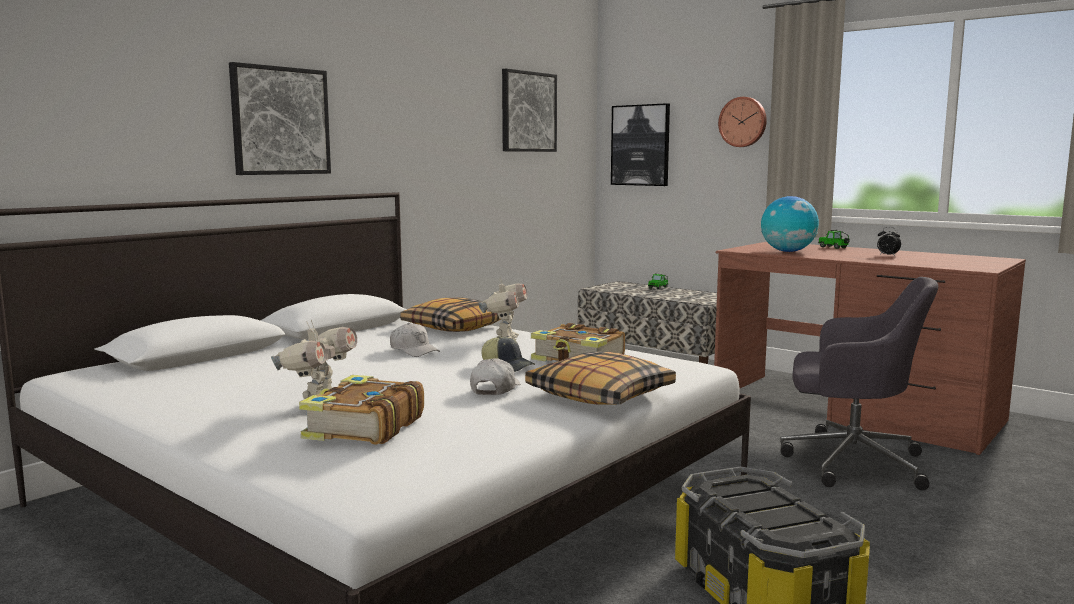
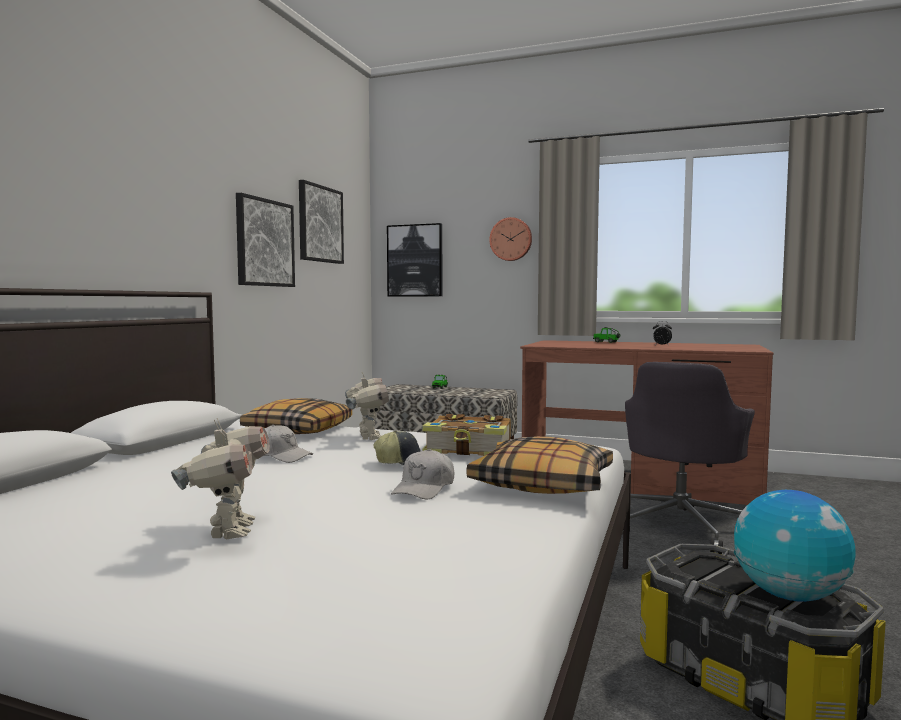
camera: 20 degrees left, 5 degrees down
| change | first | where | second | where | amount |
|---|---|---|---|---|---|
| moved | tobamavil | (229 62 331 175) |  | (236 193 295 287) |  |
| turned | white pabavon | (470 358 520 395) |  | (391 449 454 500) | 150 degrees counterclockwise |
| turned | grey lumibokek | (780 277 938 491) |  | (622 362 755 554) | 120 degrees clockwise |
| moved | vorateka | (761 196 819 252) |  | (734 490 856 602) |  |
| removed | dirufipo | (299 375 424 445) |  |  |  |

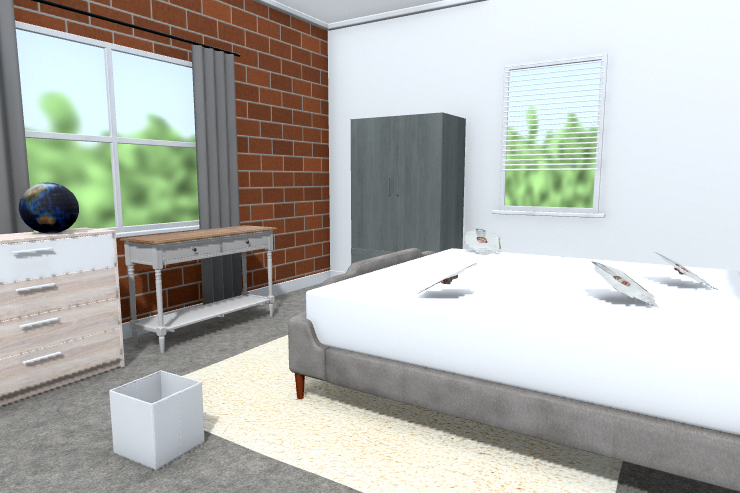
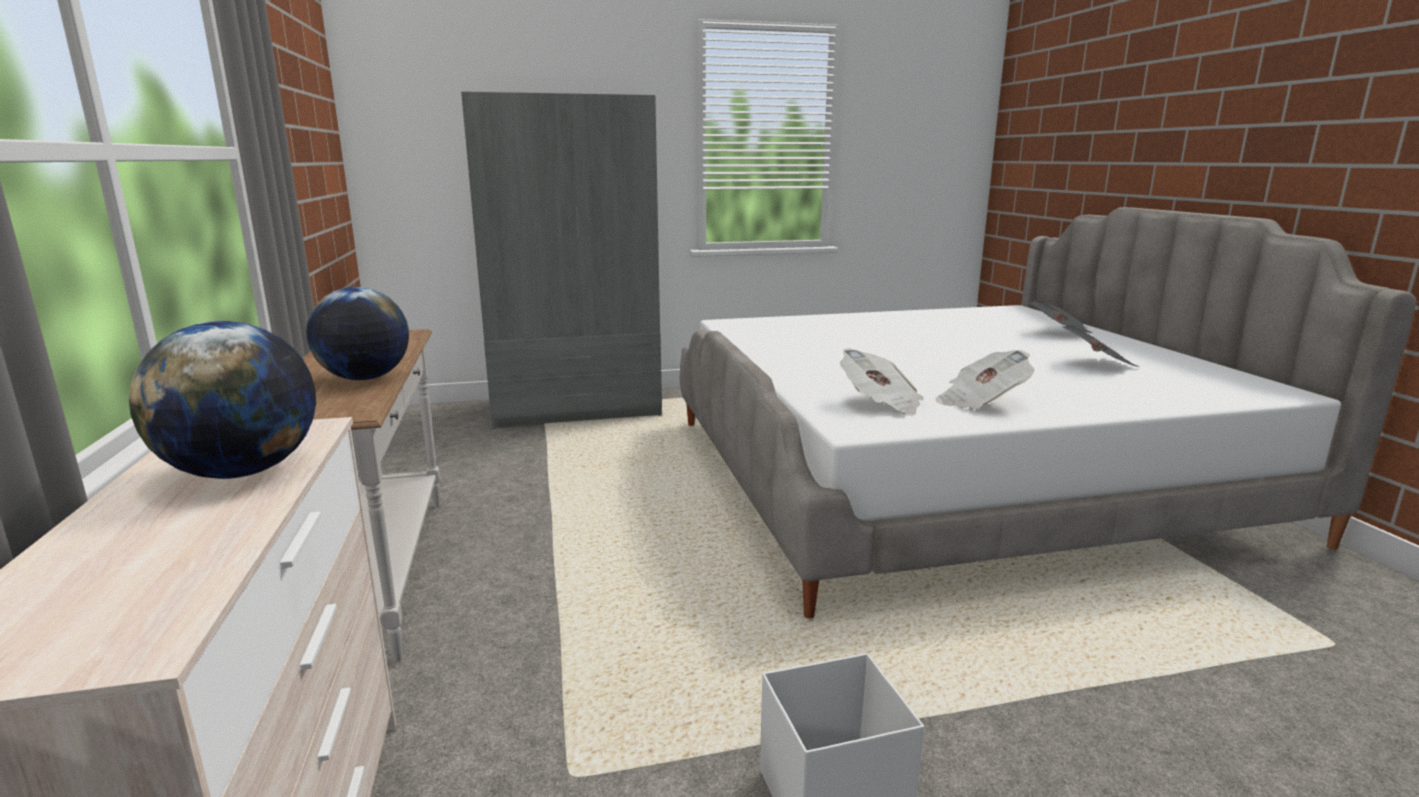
camera: 45 degrees left, 10 degrees up
| change | first | where | second | where | amount |
|---|---|---|---|---|---|
| added |  |  | vorateka | (306 287 409 380) |  |
| moved | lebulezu | (464 228 502 255) |  | (840 348 924 416) |  |

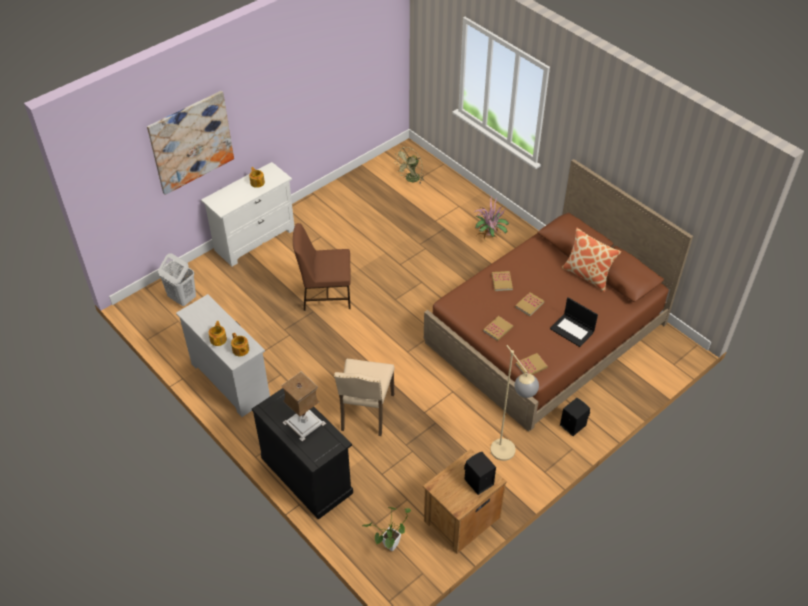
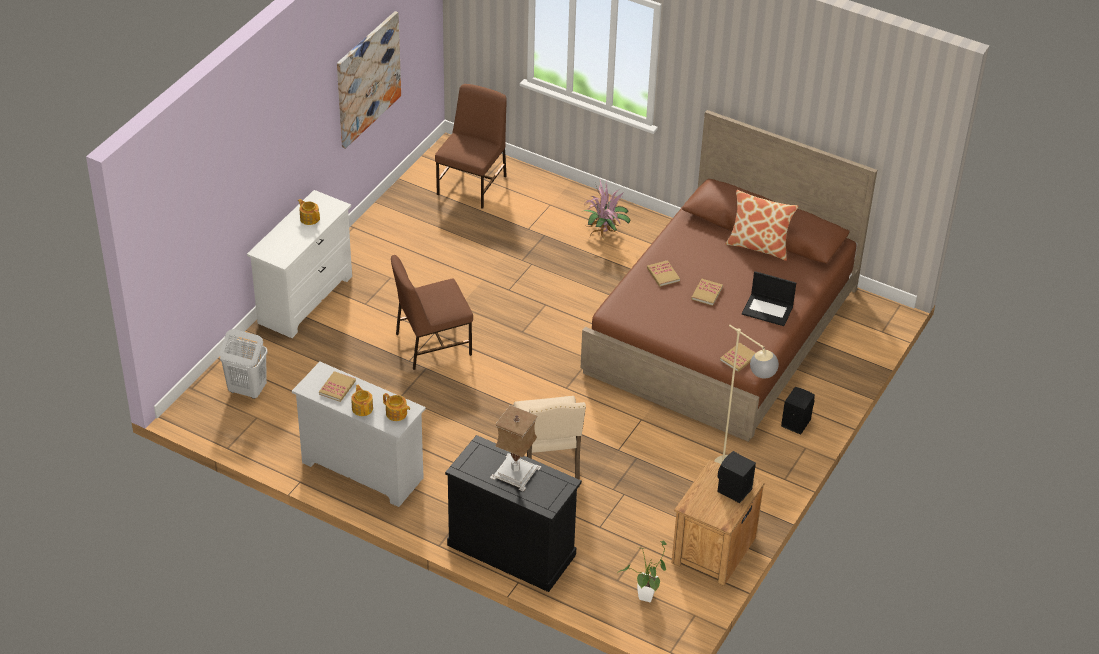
camera: 20 degrees left, 5 degrees down
| change | first | where | second | where | amount |
|---|---|---|---|---|---|
| moved | dirufipo | (483 316 513 341) |  | (319 371 356 402) |  |
| moved | tobamavil | (147 91 234 195) |  | (337 11 401 149) |  |
| replaced | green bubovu | (394 147 424 184) | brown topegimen | (435 84 507 209) |  |

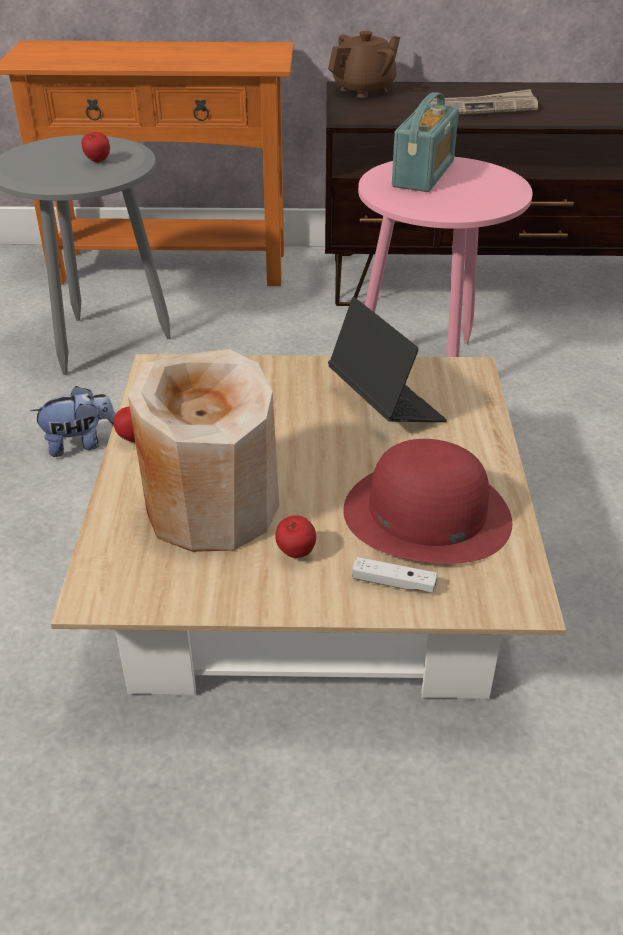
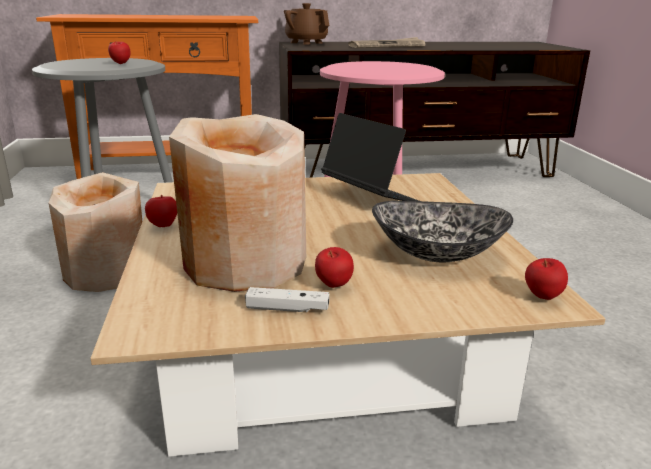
camera: 10 degrees left, 15 degrees down
| change | first | where | second | where | amount |
|---|---|---|---|---|---|
| replaced | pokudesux | (30 386 116 457) | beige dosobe | (49 172 142 292) |  |
| moved | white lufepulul | (352 557 438 593) |  | (245 287 329 312) |  |
| turned | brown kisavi | (328 31 400 98) |  | (284 3 329 45) | 90 degrees counterclockwise |
| replaced | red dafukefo | (343 439 512 564) | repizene | (372 201 513 262) |  |
| added |  |  | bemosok | (525 258 568 300) |  |
| removed | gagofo | (392 92 459 192) |  |  |  |

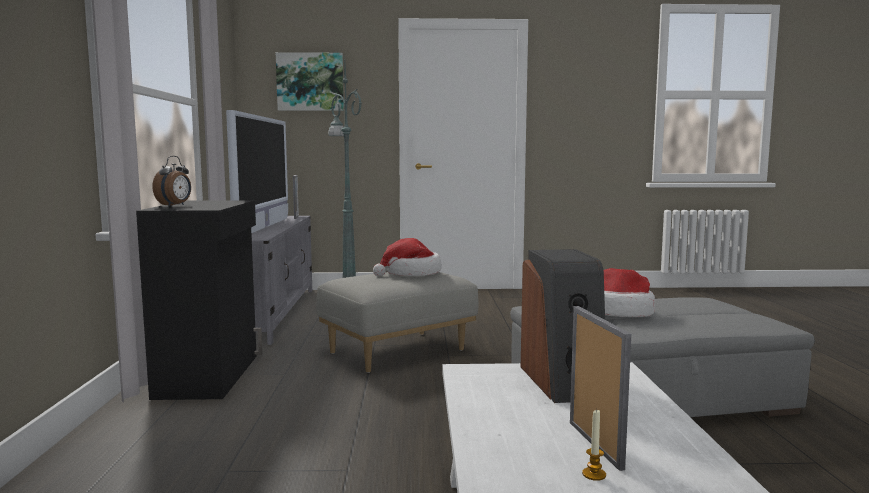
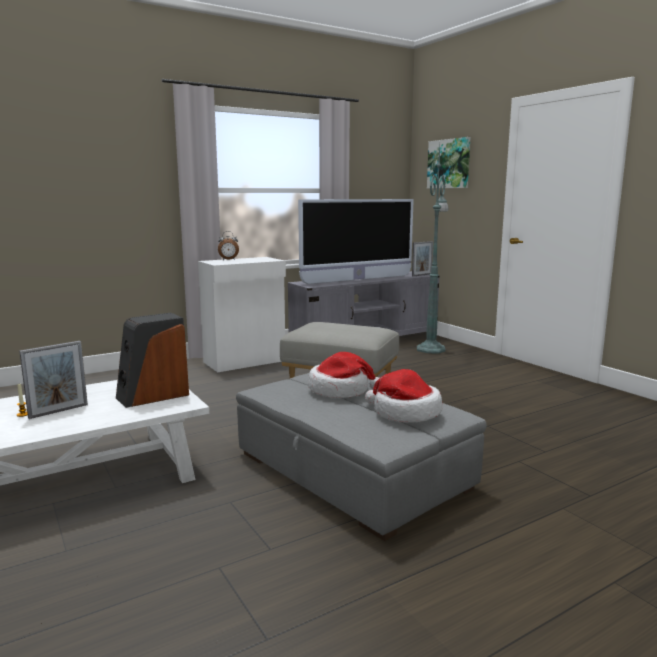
camera: 60 degrees right, 5 degrees up
| change | first | where | second | where | amount |
|---|---|---|---|---|---|
| recoloured | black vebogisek | (136 200 262 400) | white vebogisek | (198 257 286 372) |  |
| moved | dafukefo | (373 238 442 276) |  | (365 369 443 423) |  |

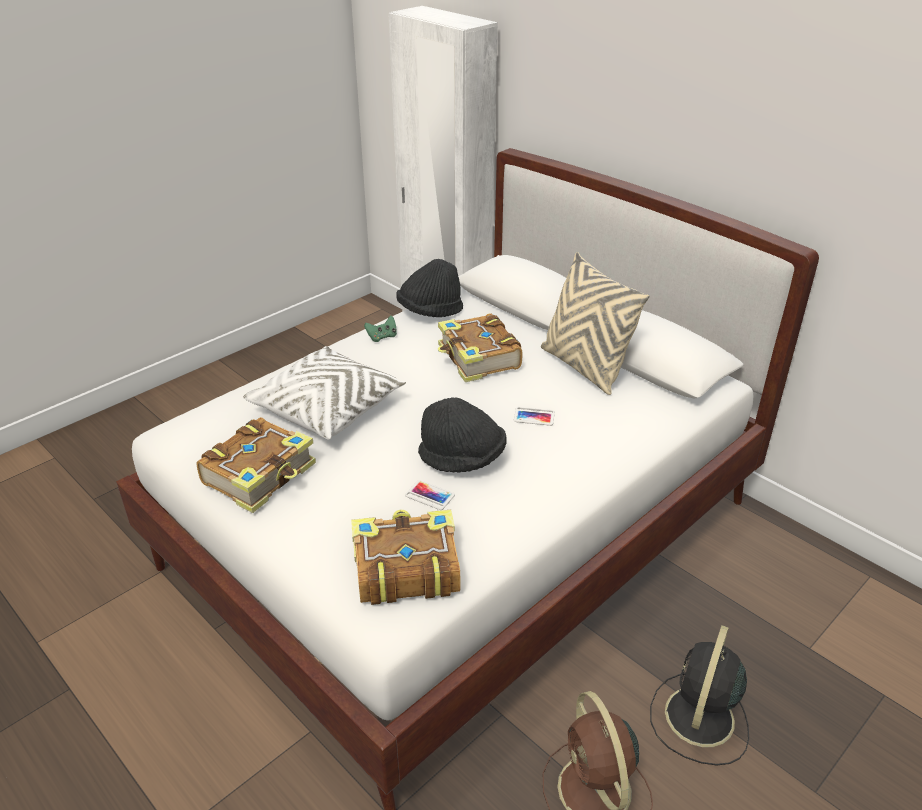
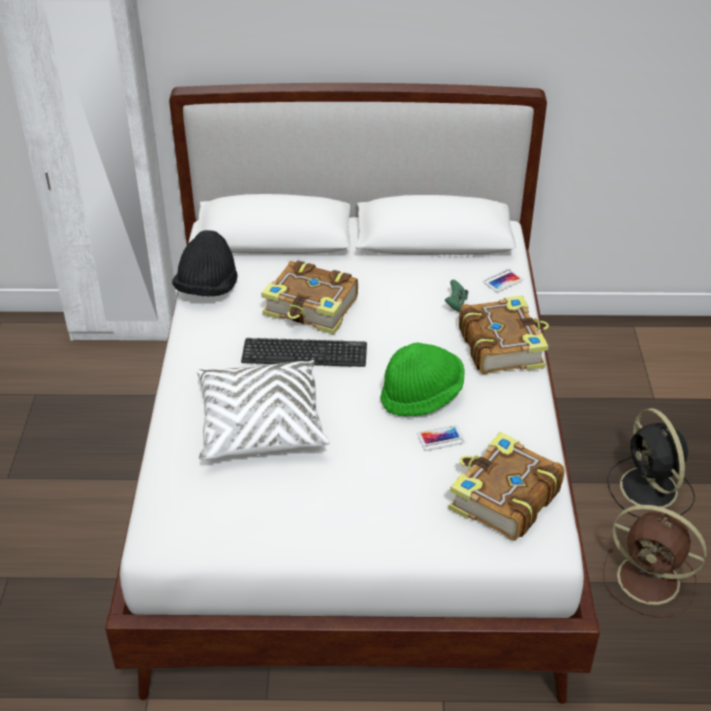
camera: 45 degrees left, 5 degrees up
| change | first | where | second | where | amount |
|---|---|---|---|---|---|
| added |  |  | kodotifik | (241 338 367 367) |  |
| recoloured | black dafukefo | (418 397 507 473) | green dafukefo | (380 343 465 417) |  |
| moved | green lufepulul | (364 316 397 342) |  | (445 280 468 312) |  |
| moved | dirufipo | (196 417 316 513) |  | (459 295 549 374) |  |
| moved | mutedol | (514 407 555 426) |  | (483 269 523 292) |  |
| removed | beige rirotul | (541 252 650 395) |  |  |  |

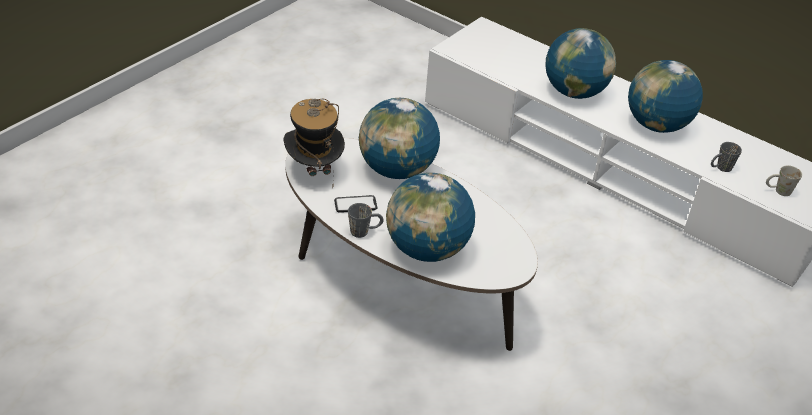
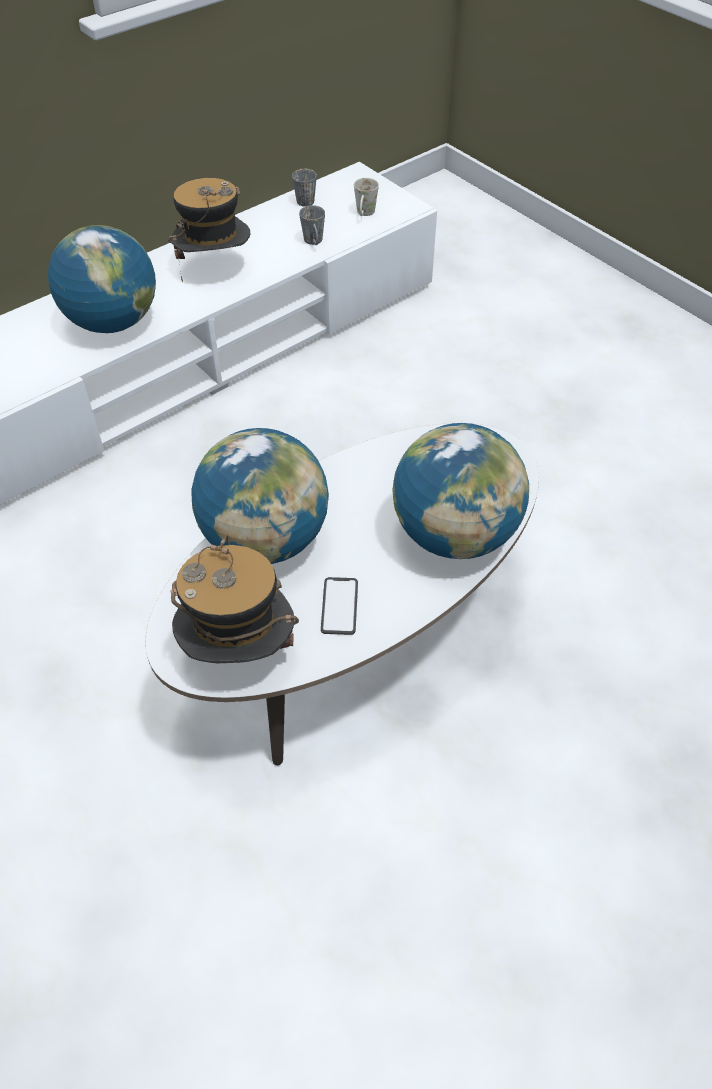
camera: 75 degrees left, 10 degrees up
| change | first | where | second | where | amount |
|---|---|---|---|---|---|
| replaced | vorateka | (628 60 703 133) | dafukefo | (168 178 250 283) |  |
| moved | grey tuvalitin | (348 203 384 238) |  | (292 169 317 207) |  |

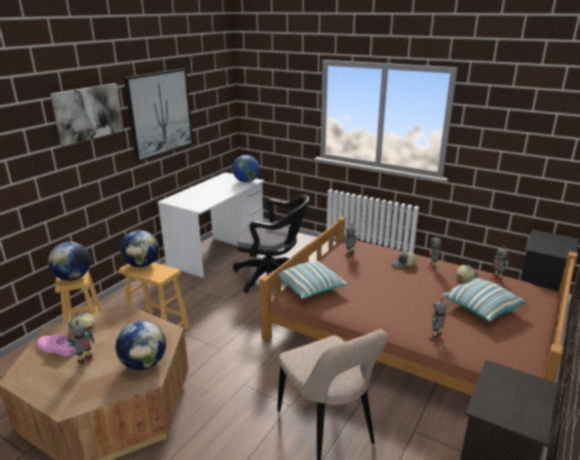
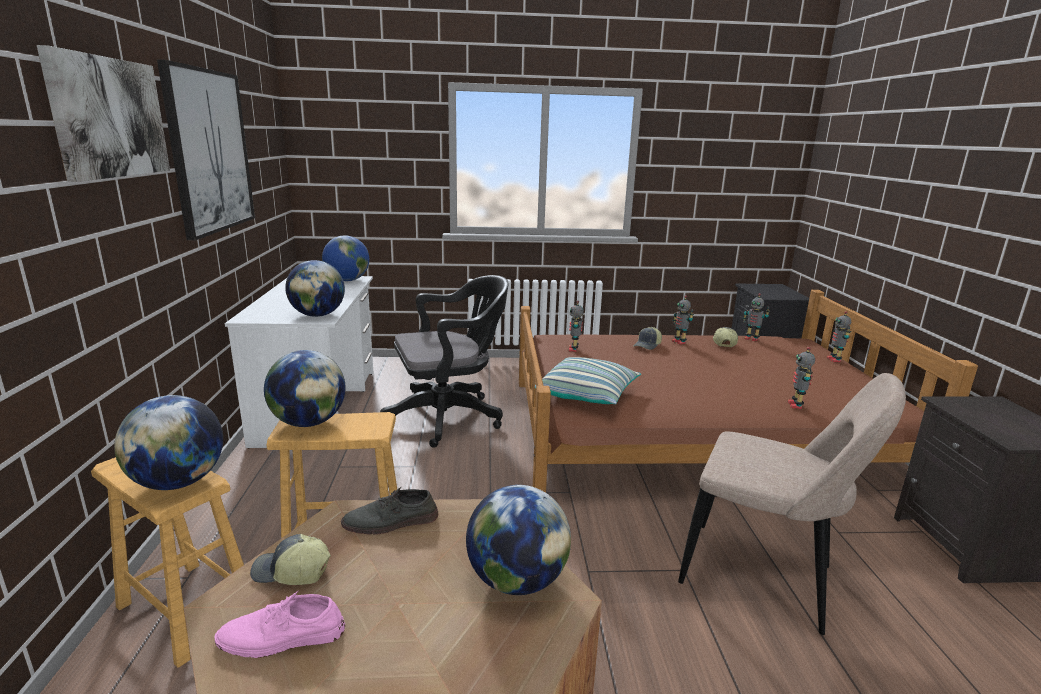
camera: 35 degrees left, 5 degrees down
| change | first | where | second | where | amount |
|---|---|---|---|---|---|
| added |  |  | vorateka | (285 260 345 317) |  |
| added |  |  | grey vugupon | (341 487 438 534) |  |
| moved | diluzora | (67 320 95 365) |  | (827 311 851 362) |  |
| removed | rirotul | (442 278 527 322) |  |  |  |

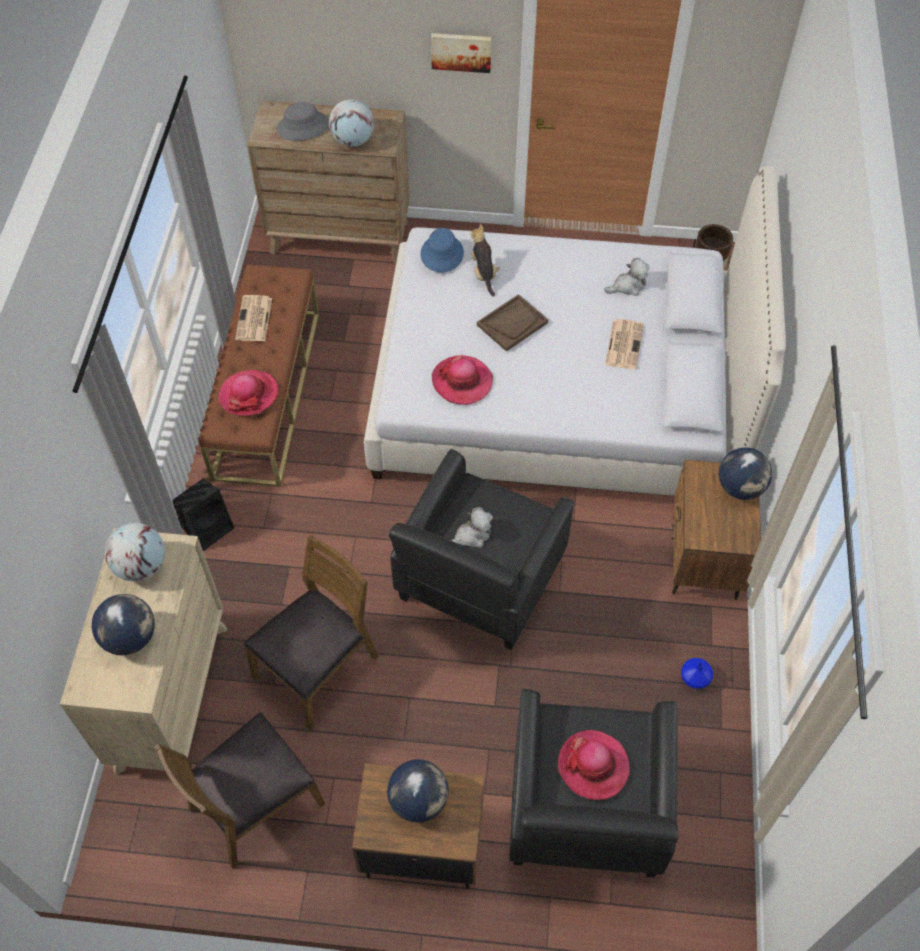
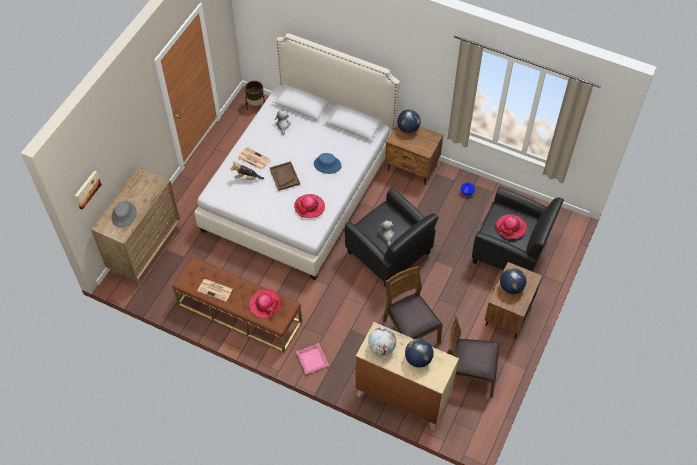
camera: 70 degrees left, 0 degrees up
| change | first | where | second | where | amount |
|---|---|---|---|---|---|
| moved | tobamavil | (431 33 491 73) |  | (75 170 102 210) |  |
| moved | lebulezu | (605 319 644 370) |  | (238 147 271 170) |  |
| replaced | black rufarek | (173 479 234 551) | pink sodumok | (296 343 329 374) |  |
| moved | blue dafukefo | (421 228 464 272) |  | (314 153 342 174) |  |
| turned | brown topegimen | (154 712 325 869) |  | (447 316 499 397) | 120 degrees clockwise |
| removed | vorateka | (329 99 374 147) |  |  |  |

